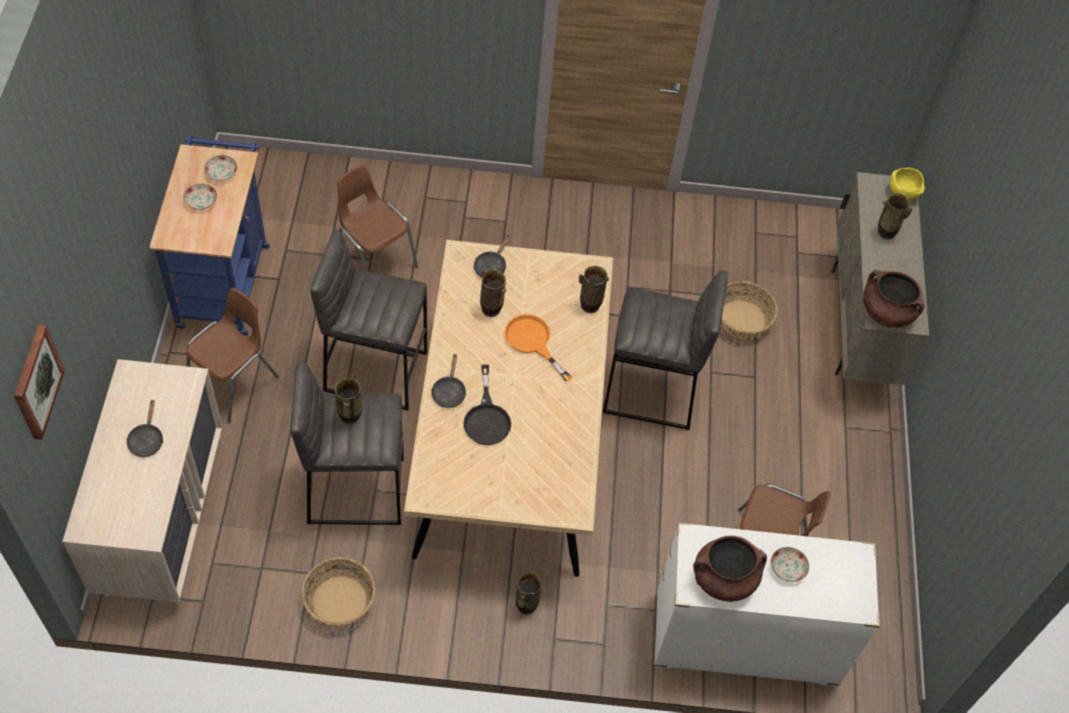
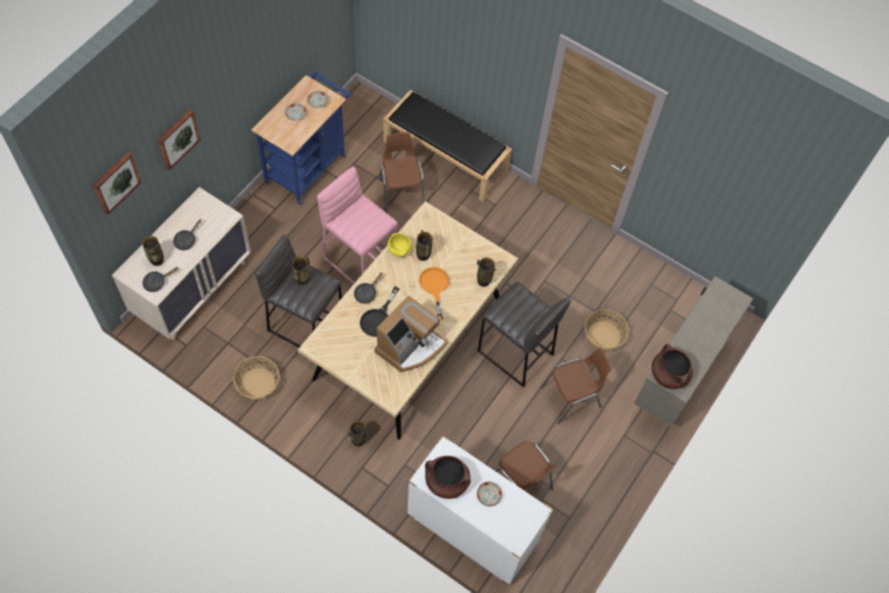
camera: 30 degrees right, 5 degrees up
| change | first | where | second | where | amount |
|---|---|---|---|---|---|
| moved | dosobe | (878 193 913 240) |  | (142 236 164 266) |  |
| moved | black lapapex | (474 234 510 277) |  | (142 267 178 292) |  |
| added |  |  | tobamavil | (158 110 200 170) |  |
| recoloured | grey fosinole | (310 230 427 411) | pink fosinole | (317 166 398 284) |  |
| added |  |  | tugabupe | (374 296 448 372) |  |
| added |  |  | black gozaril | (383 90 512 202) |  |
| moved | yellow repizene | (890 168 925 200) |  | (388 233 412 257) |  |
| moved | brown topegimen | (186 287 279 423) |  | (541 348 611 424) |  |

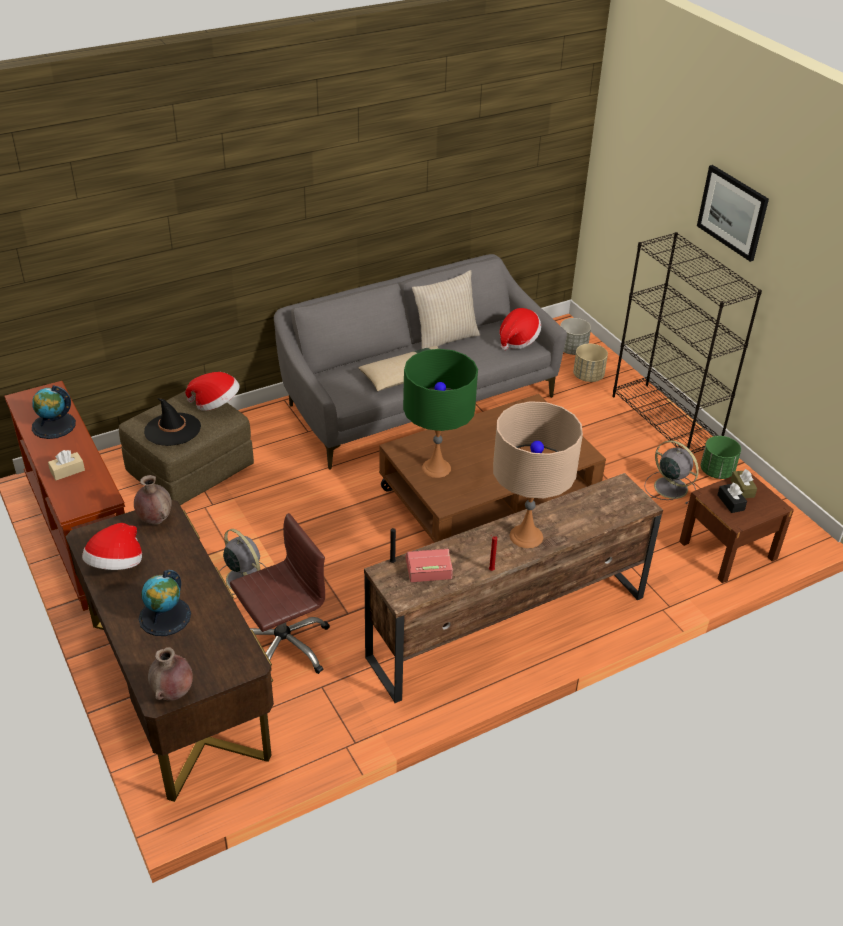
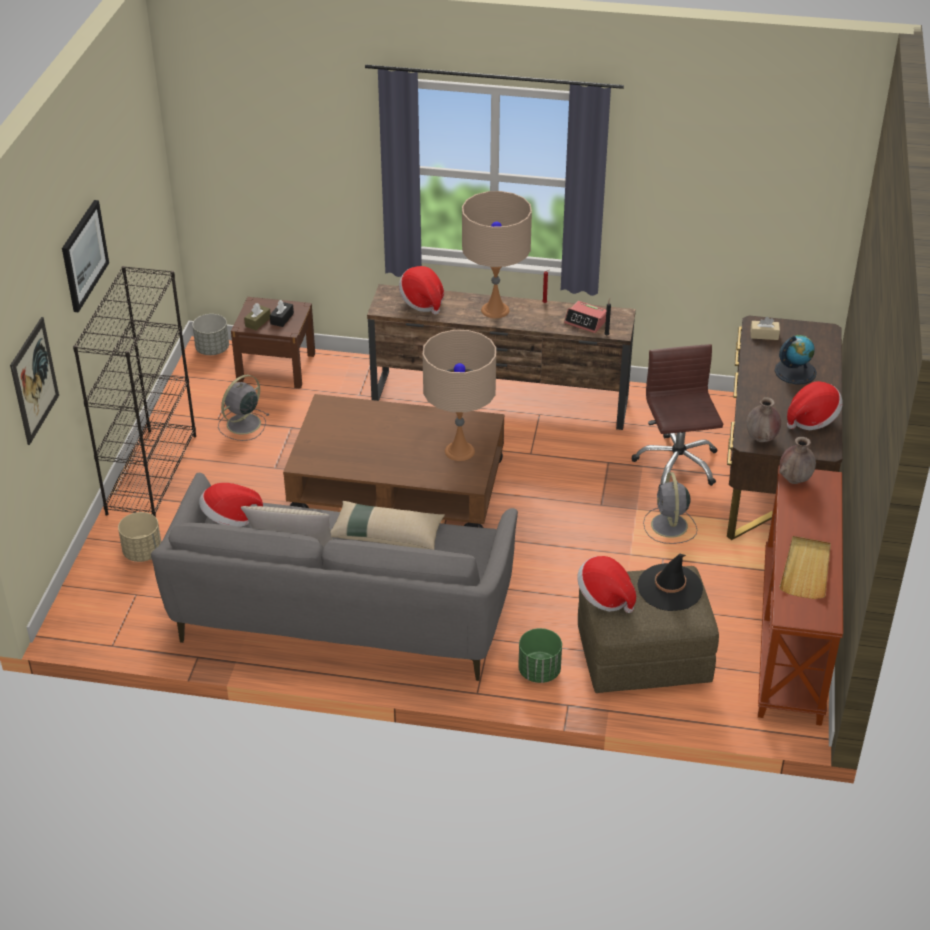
camera: 140 degrees left, 0 degrees up
| change | first | where | second | where | amount |
|---|---|---|---|---|---|
| added |  |  | tobamavil | (10 317 59 445) |  |
| moved | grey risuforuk | (560 318 591 355) |  | (192 314 229 355) |  |
| turned | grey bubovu | (645 440 699 504) |  | (218 375 269 441) | 45 degrees clockwise |
| added |  |  | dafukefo | (399 266 444 315) |  |
| recoloured | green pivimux | (403 349 478 478) | beige pivimux | (423 330 496 461) |  |
| moved | green risuforuk | (701 436 741 479) |  | (518 628 562 683) |  |
| turned | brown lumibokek | (230 513 330 674) |  | (632 344 723 489) | 75 degrees clockwise |
| moved | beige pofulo | (48 450 85 480) |  | (751 317 780 340) |  |
| moved | brown dosobe | (148 647 193 701) |  | (779 437 816 484) |  |
| replaced | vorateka | (32 385 76 439) | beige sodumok | (780 536 831 599) |  |

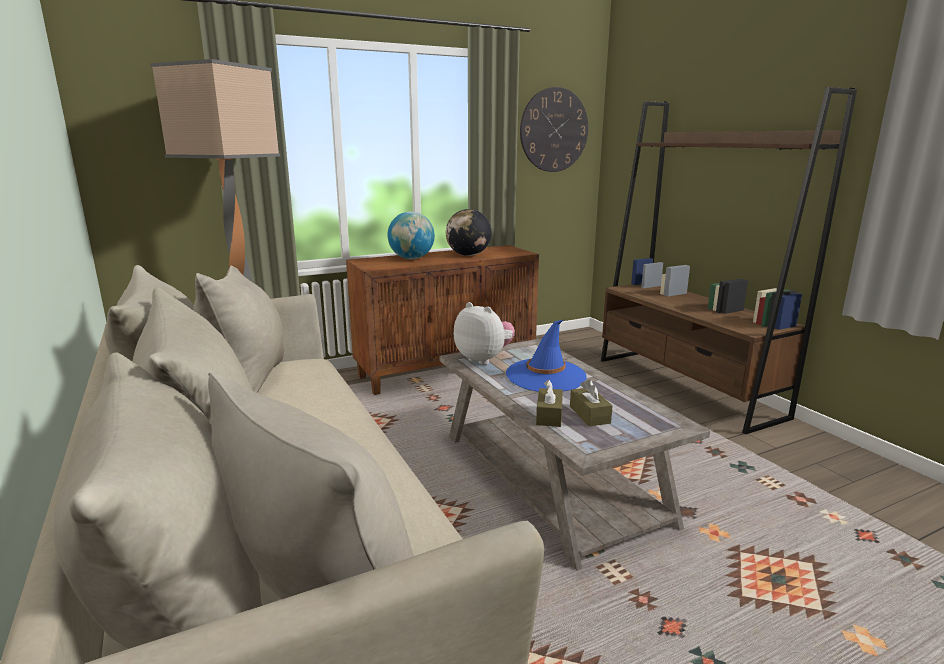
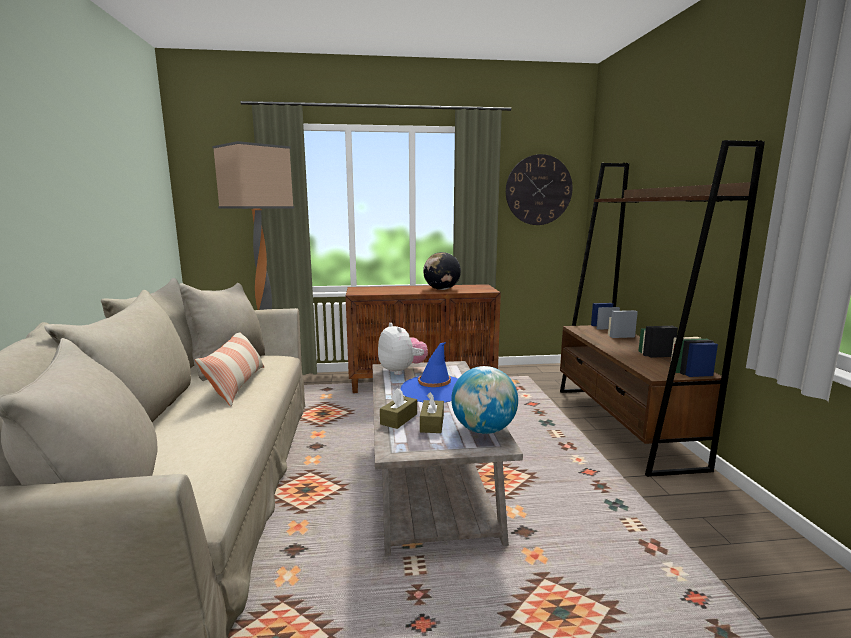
camera: 20 degrees right, 5 degrees down
| change | first | where | second | where | amount |
|---|---|---|---|---|---|
| added |  |  | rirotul | (195 333 264 407) |  |
| moved | vorateka | (388 211 435 259) |  | (451 366 518 434) |  |

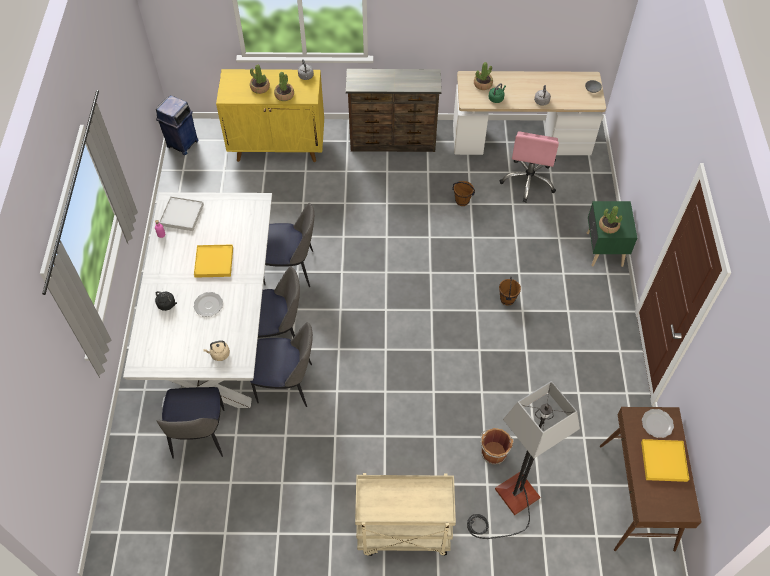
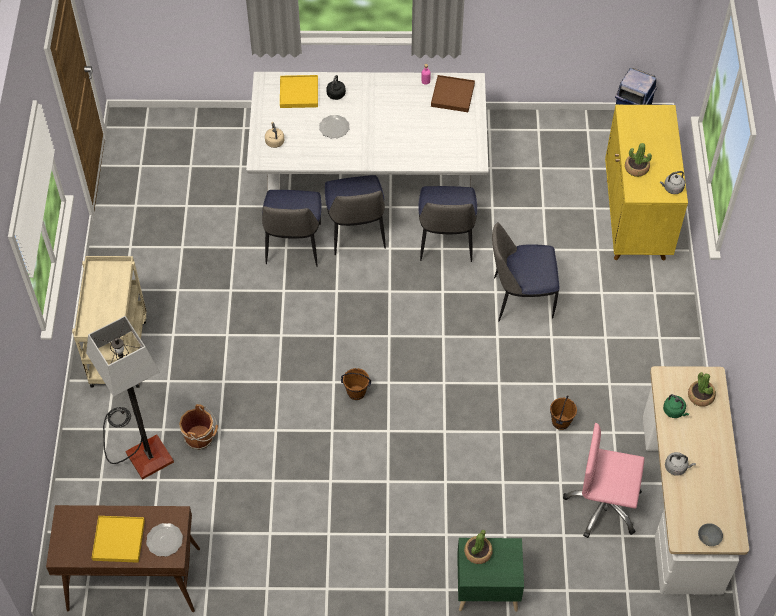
camera: 90 degrees right, 0 degrees up
| change | first | where | second | where | amount |
|---|---|---|---|---|---|
| moved | yellow sodumok | (194 244 233 278) |  | (280 75 318 108) |  |
| moved | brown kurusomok | (499 277 521 305) |  | (341 368 371 400) |  |
| recoloured | white sodumok | (159 196 204 231) | brown sodumok | (431 75 475 112) |  |
| moved | topegimen | (156 387 225 459) |  | (492 222 559 321) |  |
| removed | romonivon | (250 65 270 94) |  |  |  |
| removed | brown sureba | (346 69 442 152) |  |  |  |

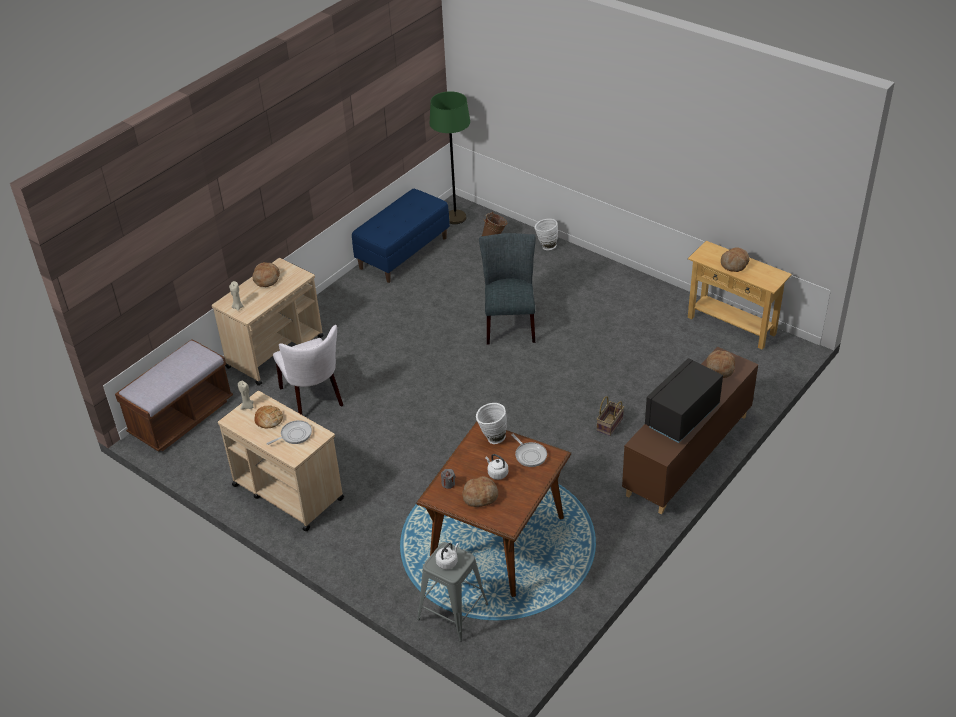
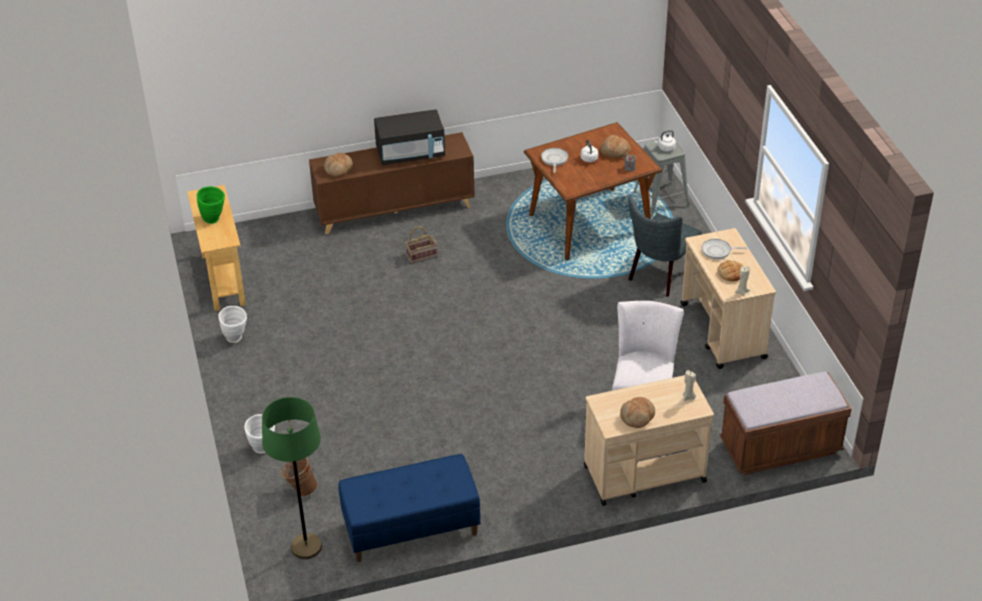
camera: 145 degrees left, 0 degrees up
| change | first | where | second | where | amount |
|---|---|---|---|---|---|
| replaced | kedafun | (721 247 750 272) | green dosobe | (197 186 225 224) |  |
| moved | white dosobe | (476 403 507 444) |  | (219 306 247 343) |  |
| moved | grey topegimen | (479 233 536 345) |  | (629 196 702 297) |  |

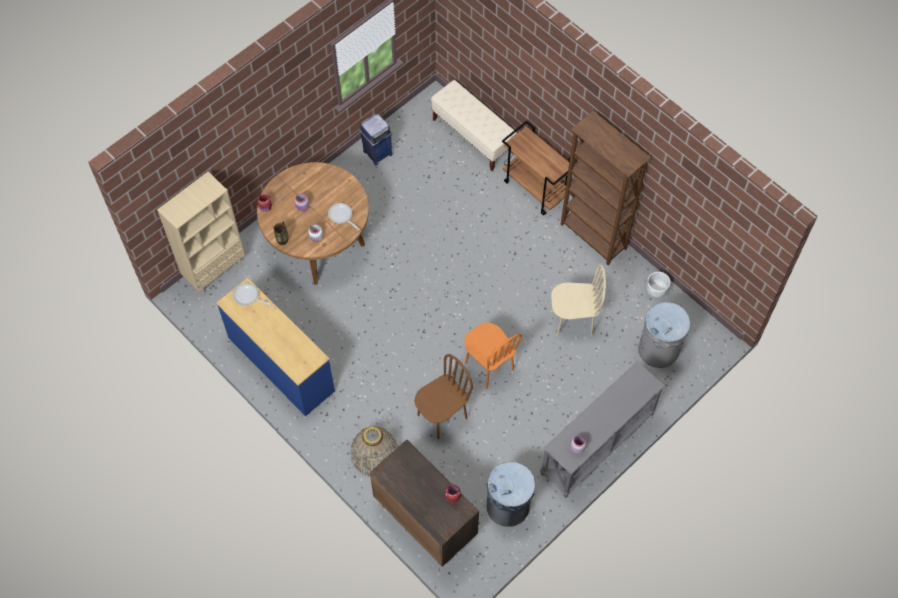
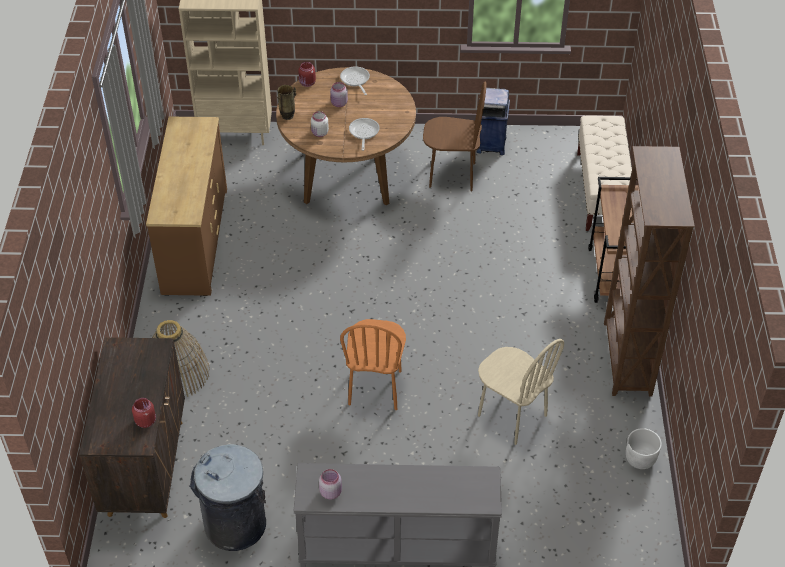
camera: 45 degrees right, 15 degrees down
| change | first | where | second | where | amount |
|---|---|---|---|---|---|
| recoloured | blue sureba | (216 278 335 416) | brown sureba | (146 117 227 296) |  |
| moved | lapapex | (233 283 272 306) |  | (340 67 370 95) |  |
| moved | brown topegimen | (414 354 473 439) |  | (423 82 487 191) |  |
| removed | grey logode | (638 302 691 368) |  |  |  |

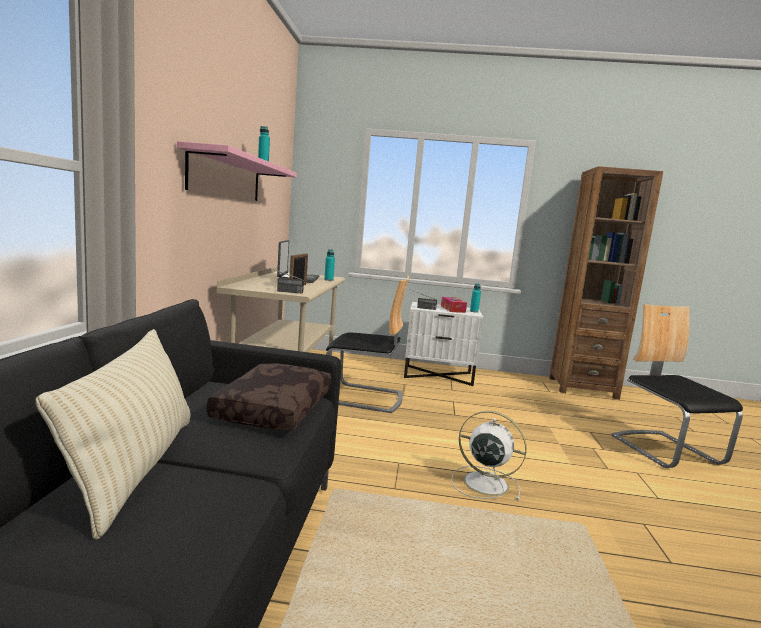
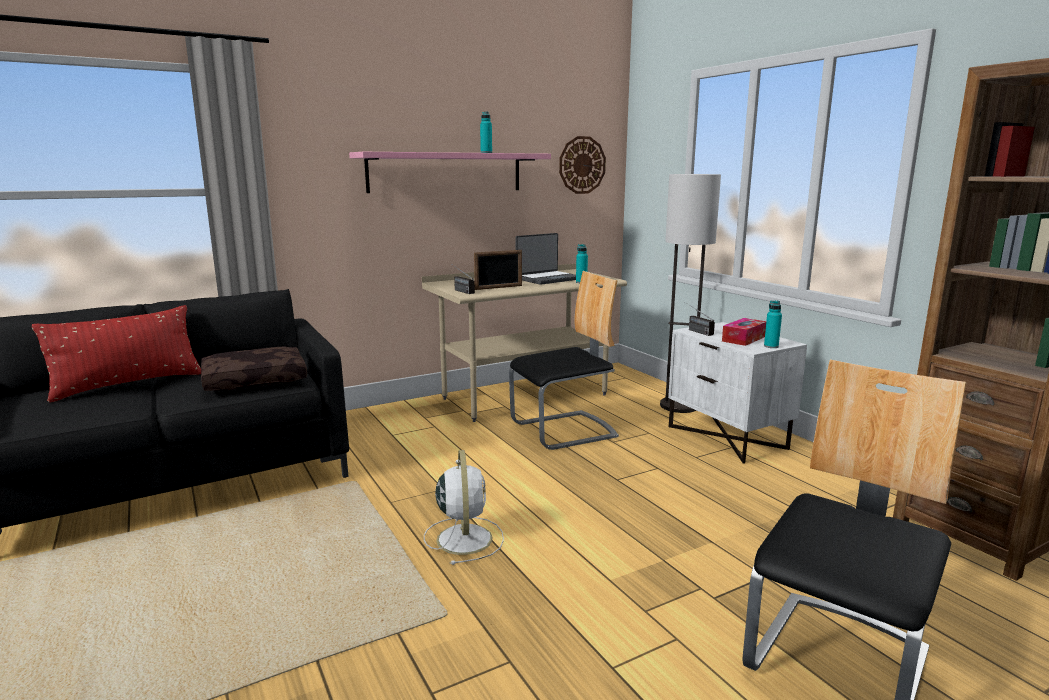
camera: 55 degrees right, 5 degrees up
| change | first | where | second | where | amount |
|---|---|---|---|---|---|
| recoloured | beige rirotul | (35 329 191 540) | red rirotul | (32 305 201 403) |  |
| turned | topegimen | (326 276 409 413) |  | (509 271 619 450) | 90 degrees counterclockwise |
| added |  |  | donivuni | (559 136 606 194) |  |
| added |  |  | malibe | (660 174 721 413) |  |

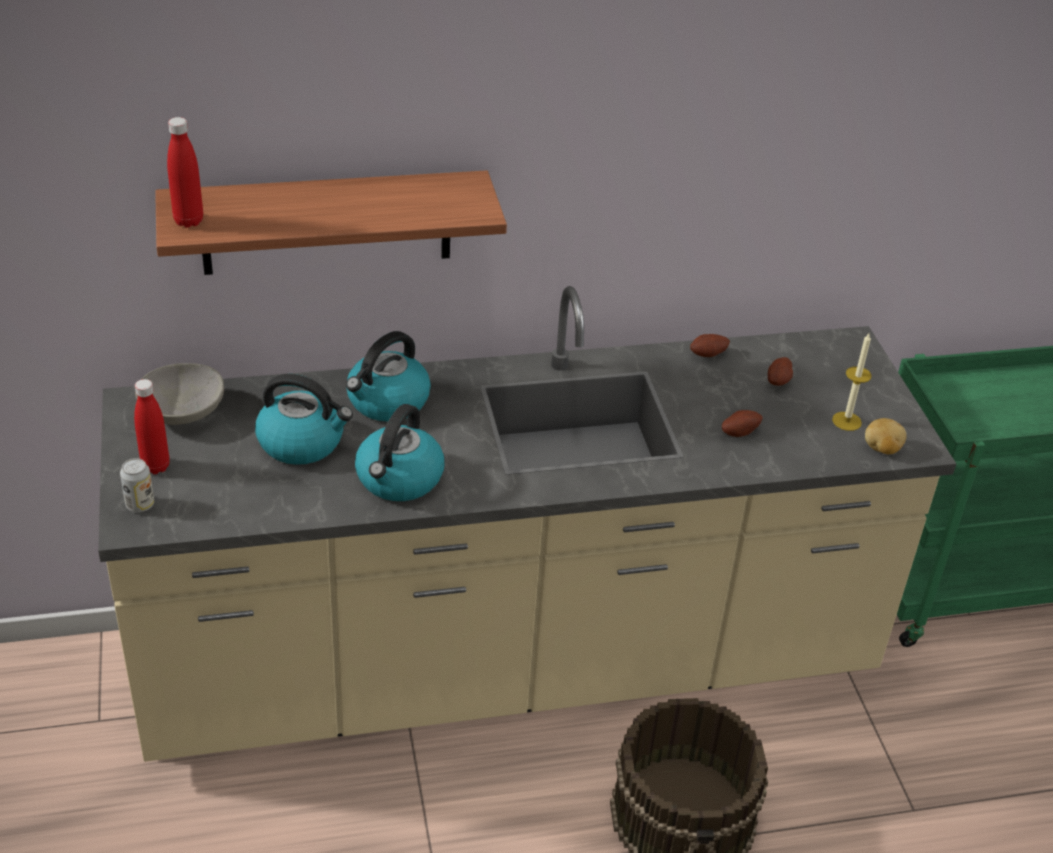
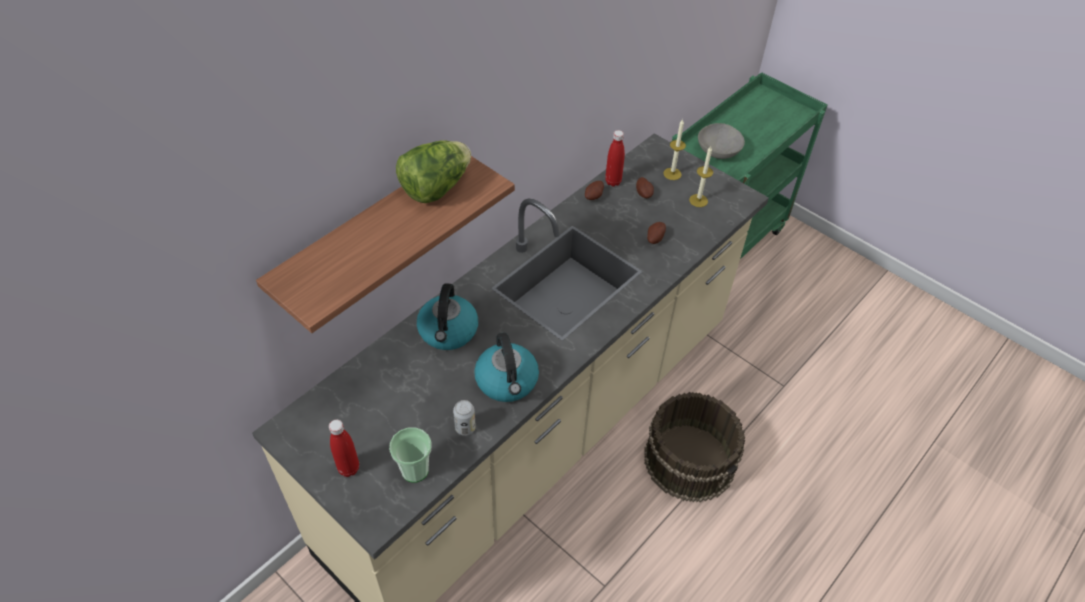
camera: 35 degrees left, 10 degrees up
| change | first | where | second | where | amount |
|---|---|---|---|---|---|
| added |  |  | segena | (389 428 432 483) |  |
| added |  |  | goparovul | (396 140 471 203) |  |
| moved | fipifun | (120 458 154 512) |  | (453 400 476 436) |  |
| moved | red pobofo | (167 117 203 228) |  | (605 130 625 186) |  |
| added |  |  | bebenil | (663 119 686 180) |  |
| moved | grey repizene | (135 363 224 425) |  | (698 123 745 159) |  |
| removed | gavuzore | (255 374 353 465) |  |  |  |
| removed | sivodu | (865 418 907 454) |  |  |  |

